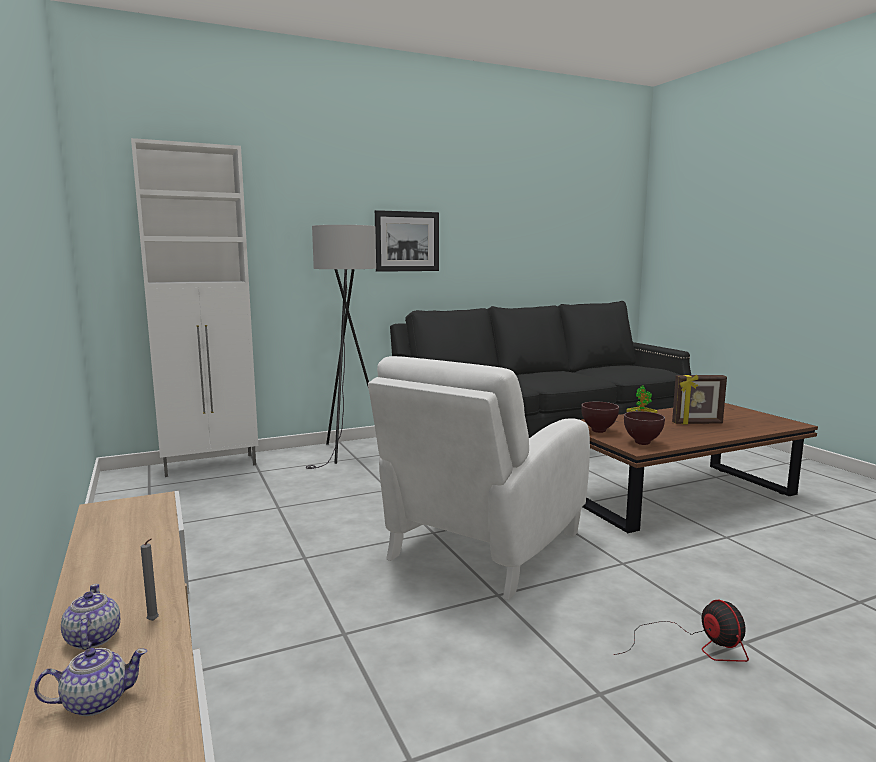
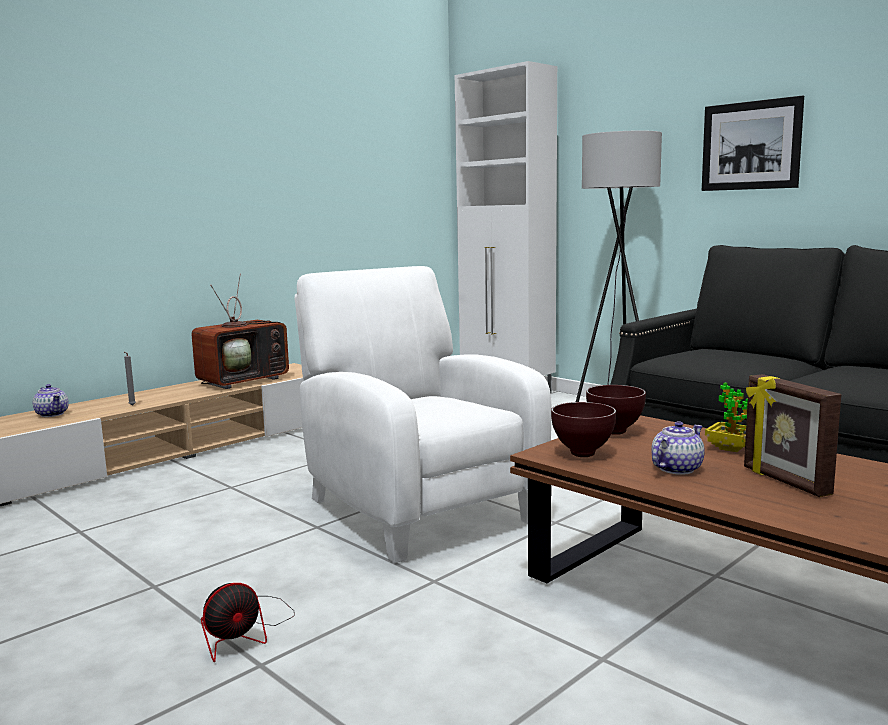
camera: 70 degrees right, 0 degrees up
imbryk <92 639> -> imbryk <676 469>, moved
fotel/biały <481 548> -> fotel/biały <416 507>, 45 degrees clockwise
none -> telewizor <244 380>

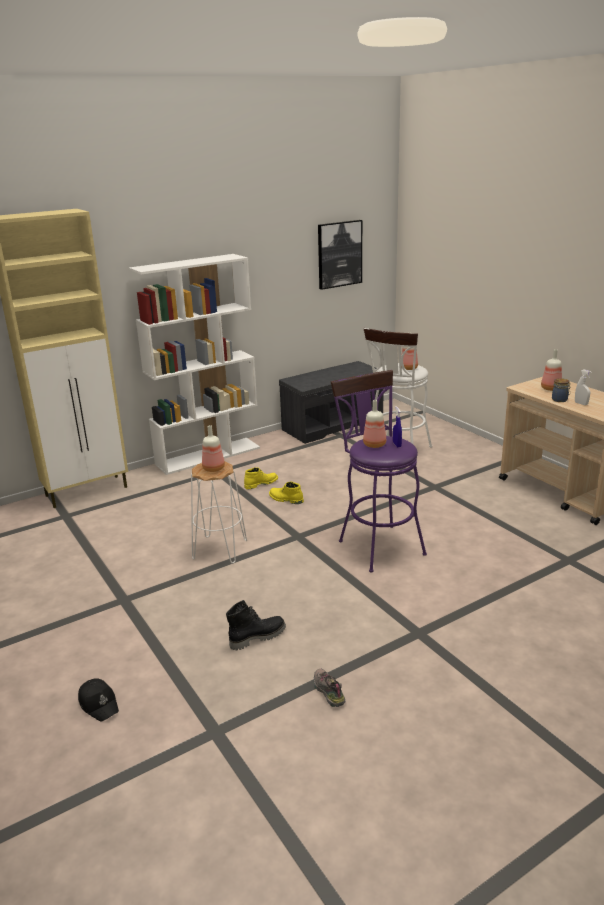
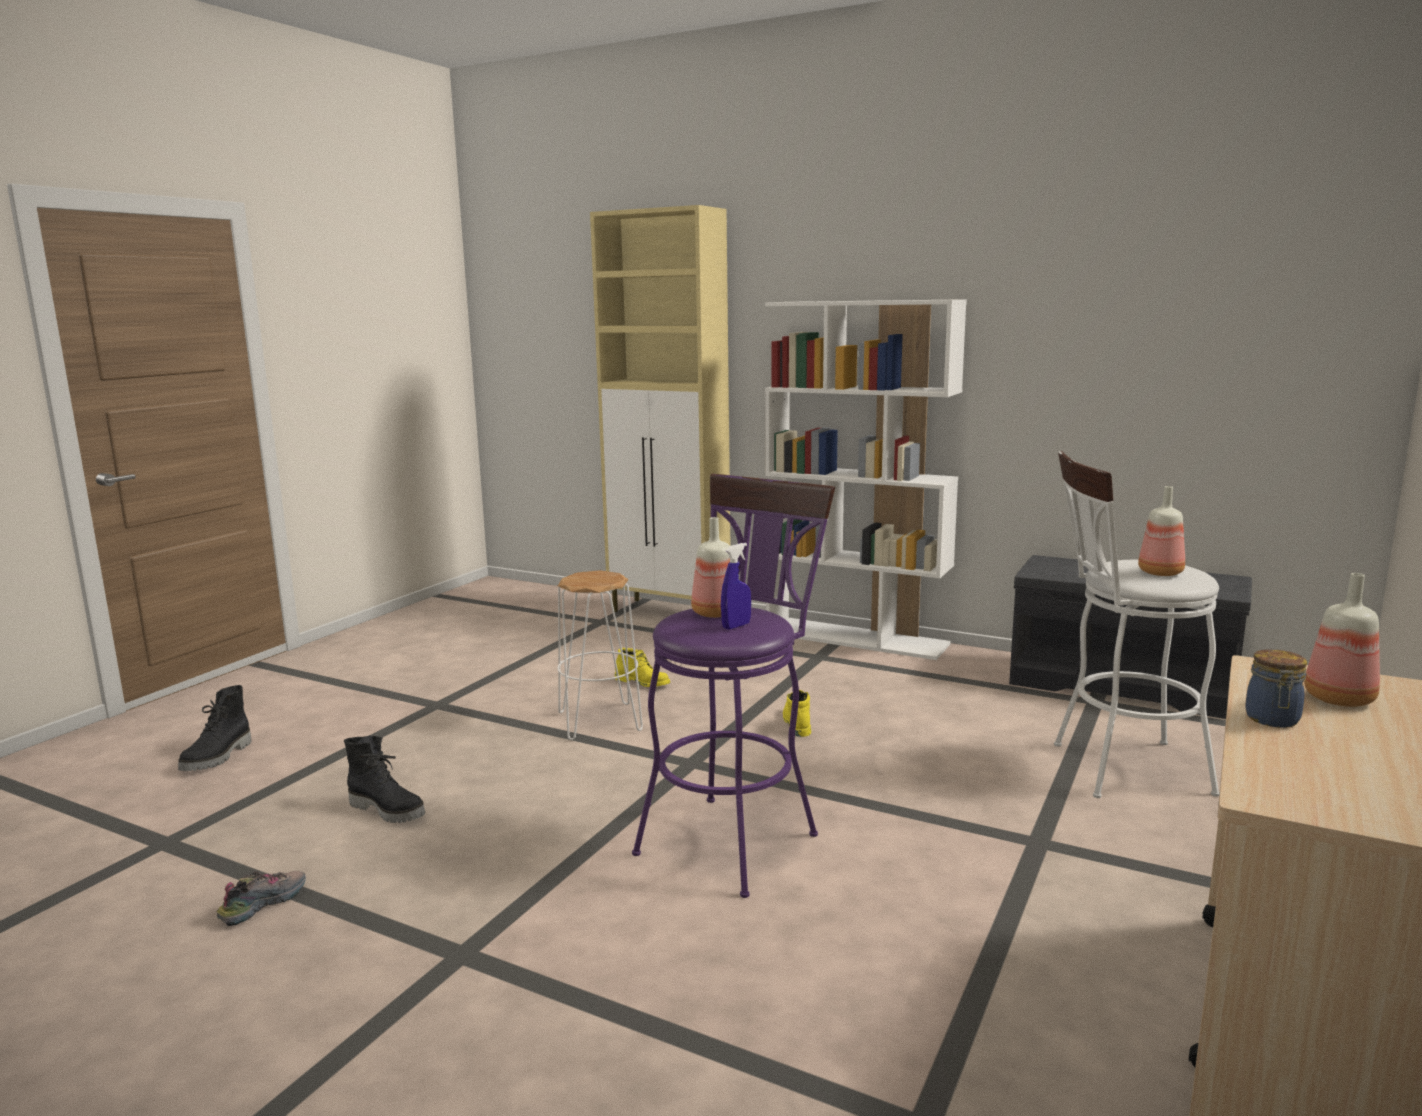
camera: 60 degrees right, 10 degrees down
czapka z daszkiem/czarny <99 703> -> but z cholewką/czarny <218 757>
butelka <213 468> -> none
but z cholewką/żółty <261 483> -> but z cholewką/żółty <643 682>, moved
obraz <339 254> -> none
spryskiwacz/biały <581 403> -> none

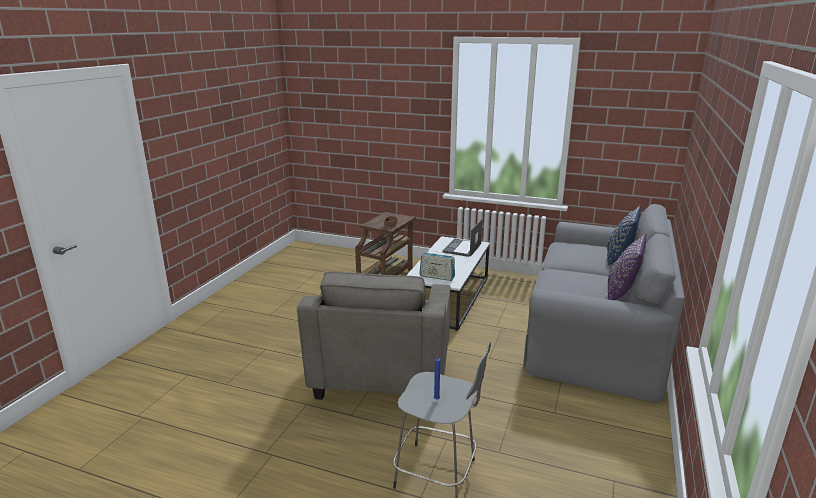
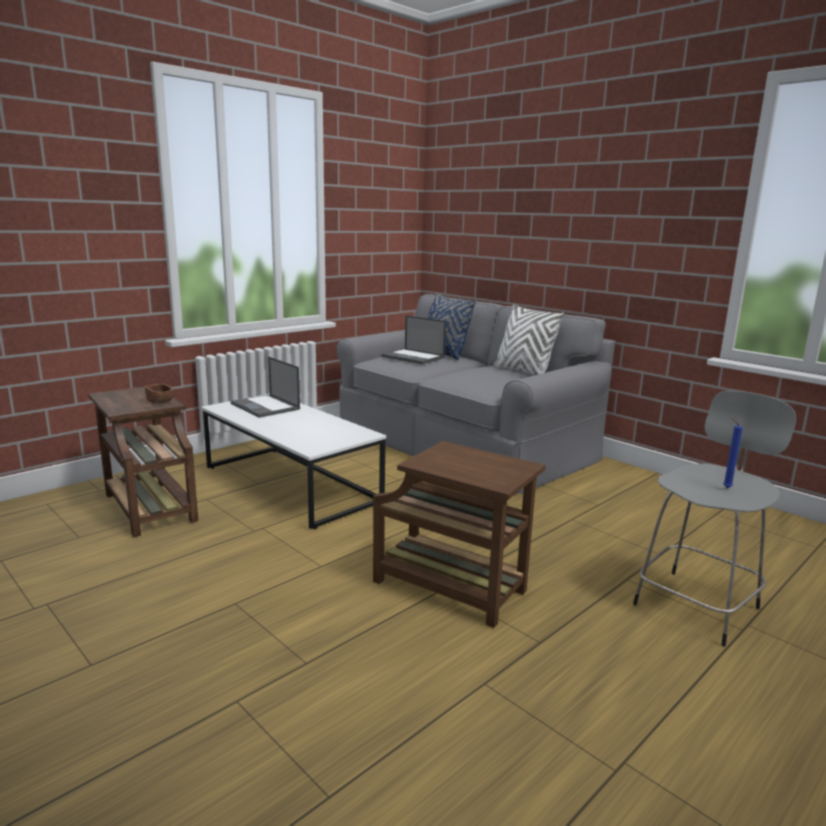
camera: 65 degrees left, 5 degrees down
fotel/szary <381 377> -> stolik/brązowy <453 589>
radio <437 277> -> none
poduszka/fioletowy <621 293> -> poduszka/biały <523 372>
none -> laptop <414 357>

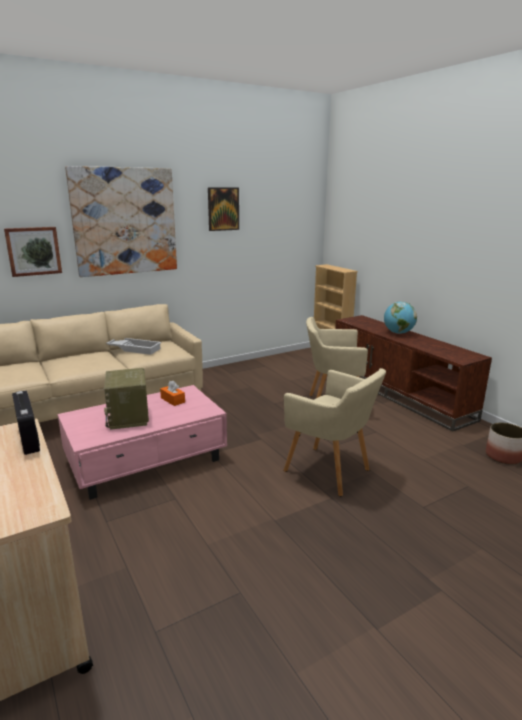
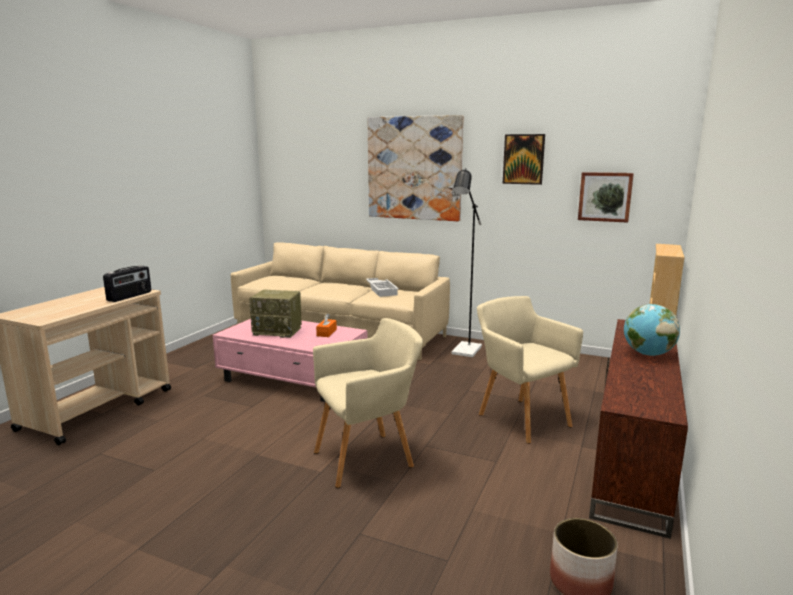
camera: 55 degrees right, 5 degrees down
obraz <33 251> -> obraz <605 196>, moved
radio <129 417> -> radio <278 331>, 120 degrees counterclockwise
fotel/beżowy <330 472> -> fotel/beżowy <368 458>, 120 degrees counterclockwise
none -> lampa stojąca/czarny <465 352>

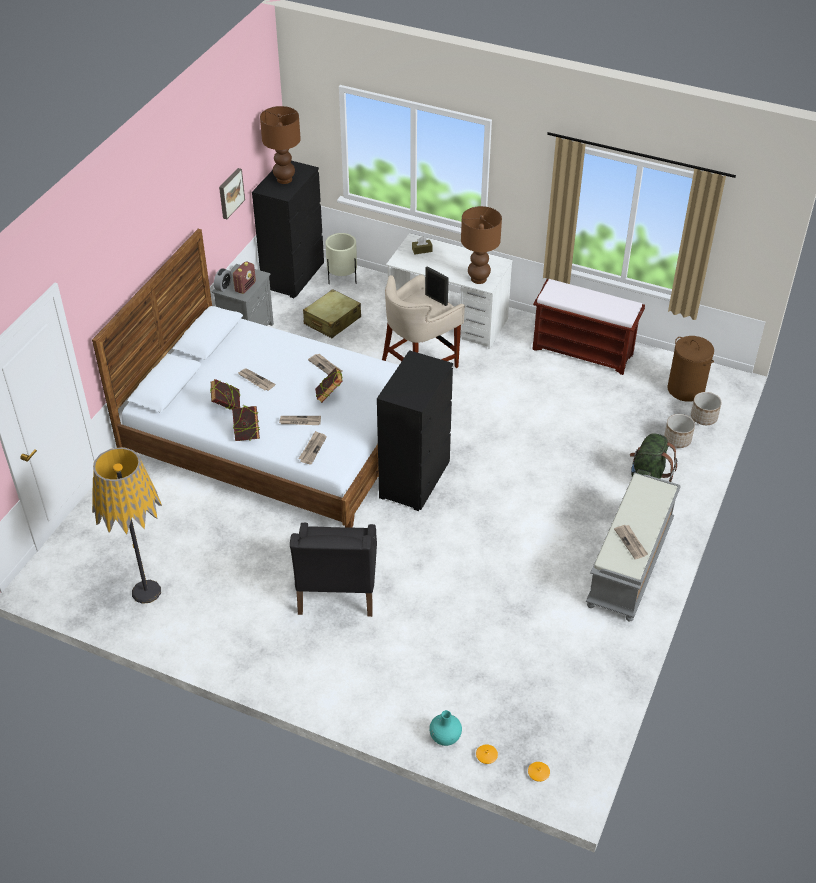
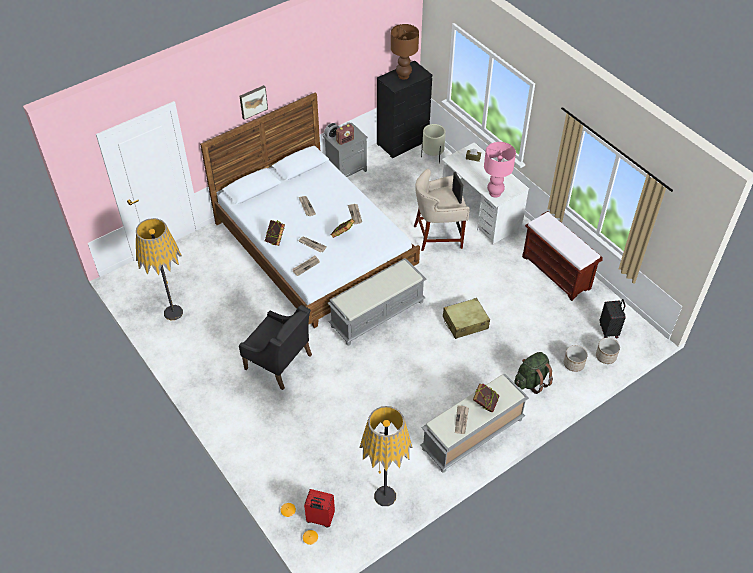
camera: 30 degrees right, 5 degrees up
książka <226 406> -> książka <485 404>, moved
obraz <230 193> -> obraz <253 101>, moved
fotel/czarny <336 589> -> fotel/czarny <279 362>, 90 degrees counterclockwise
walizka/beżowy <332 321> -> walizka/beżowy <465 323>, moved
komoda/czarny <415 479> -> ławka/szary <377 313>
wazon/turkusowy <445 737> -> none
lampa stołowa/brązowy <478 279> -> lampa stołowa/różowy <495 193>
kosz na pranie/brązowy <686 389> -> walizka/czarny <609 330>
none -> walizka/czerwony <320 519>
none -> lampa stojąca <385 496>

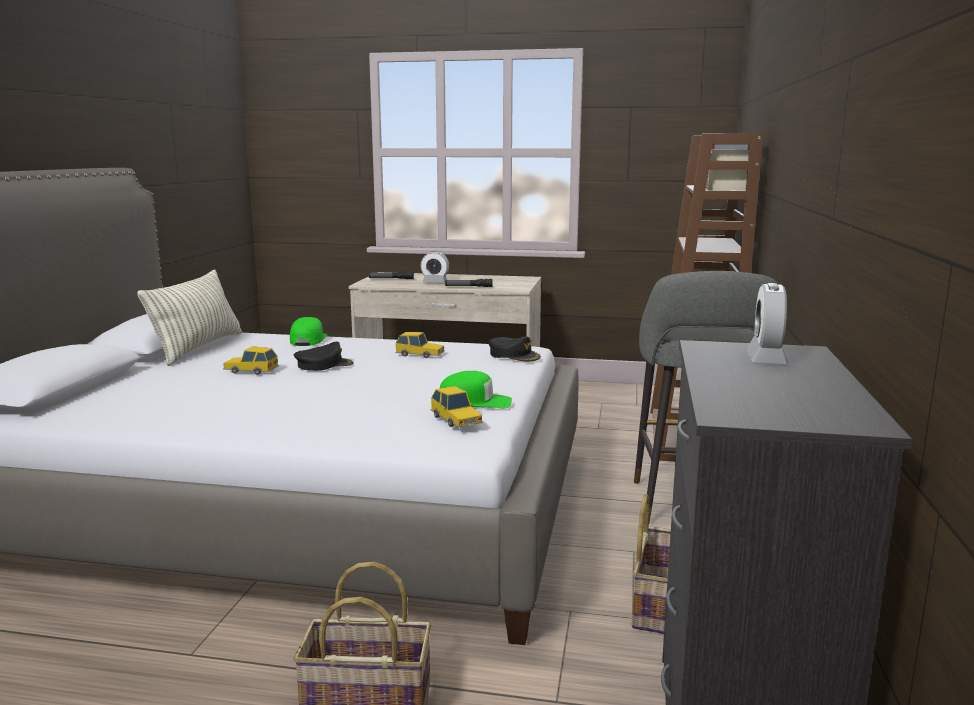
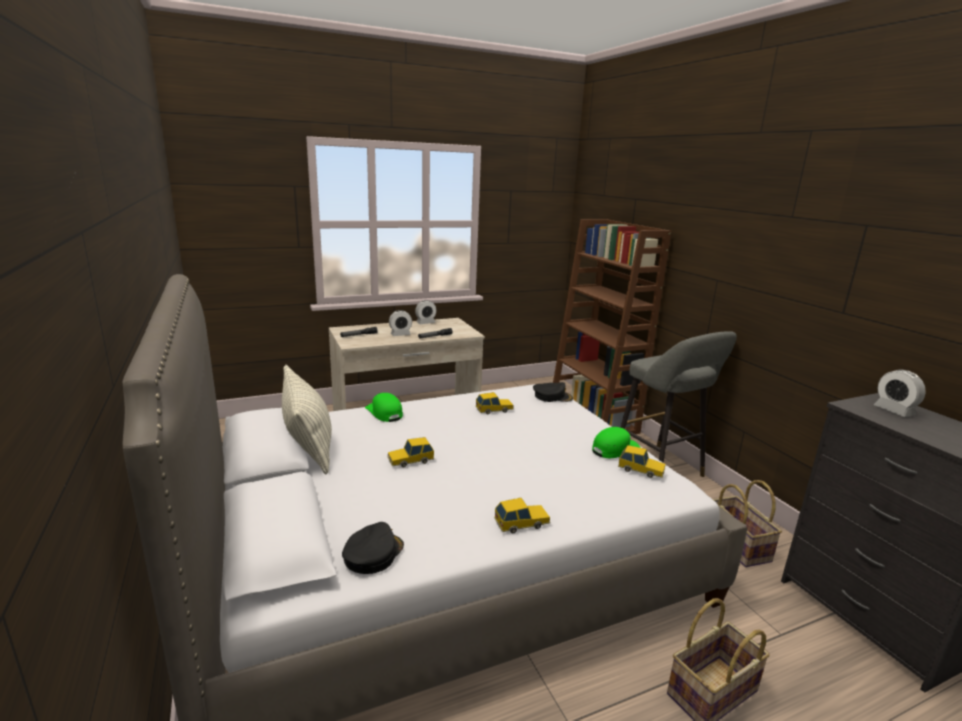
camera: 35 degrees left, 5 degrees up
czapka z daszkiem/czarny <324 365> -> czapka z daszkiem/czarny <373 554>, moved
none -> budzik <425 323>
none -> samochodzik <521 523>

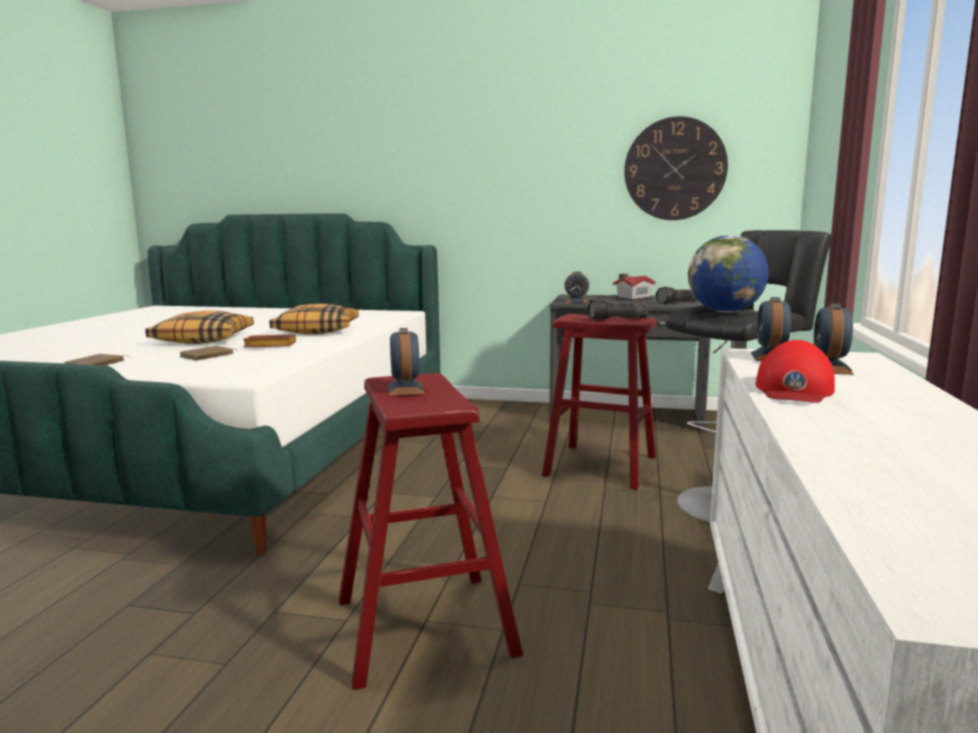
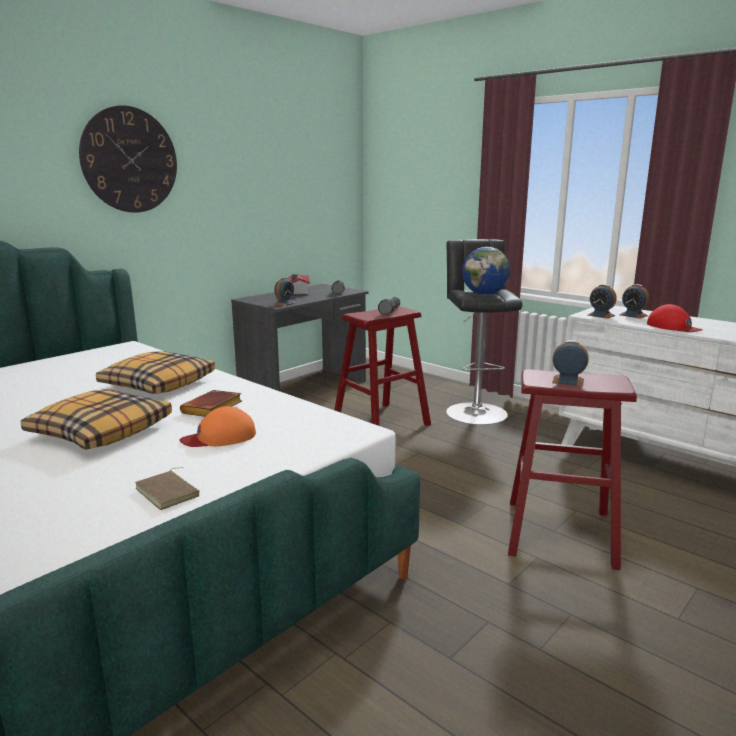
camera: 60 degrees left, 5 degrees up
książka/brązowy <207 356> -> czapka z daszkiem/pomarańczowy <220 437>
zegar ścienny <675 169> -> zegar ścienny <130 160>, moved

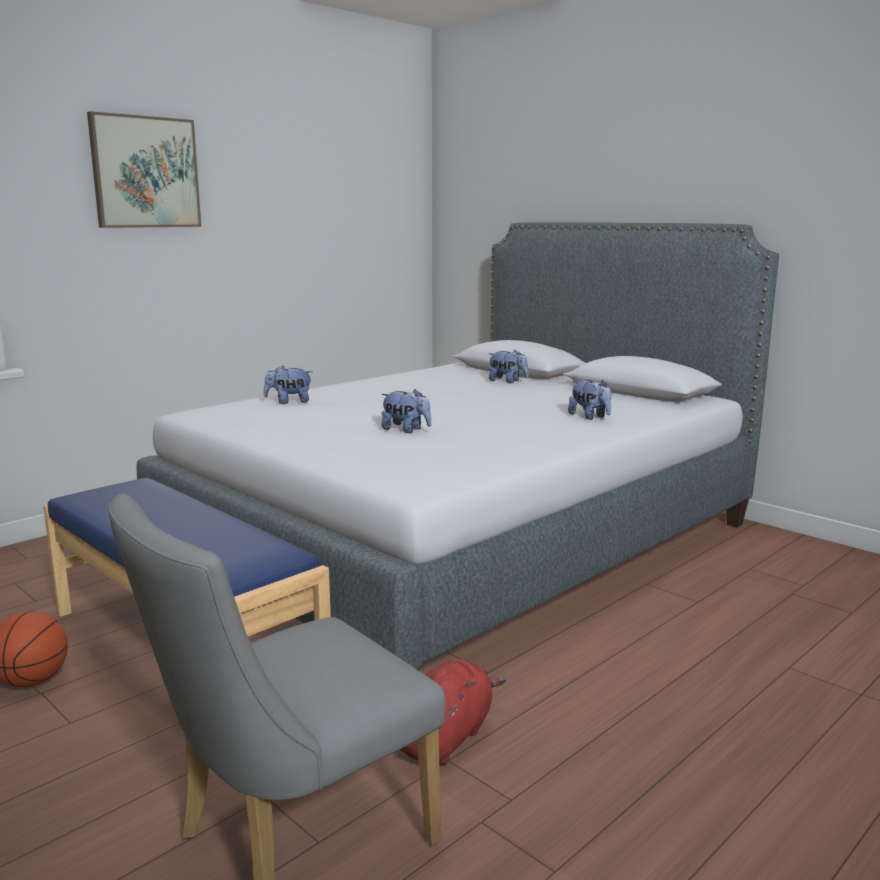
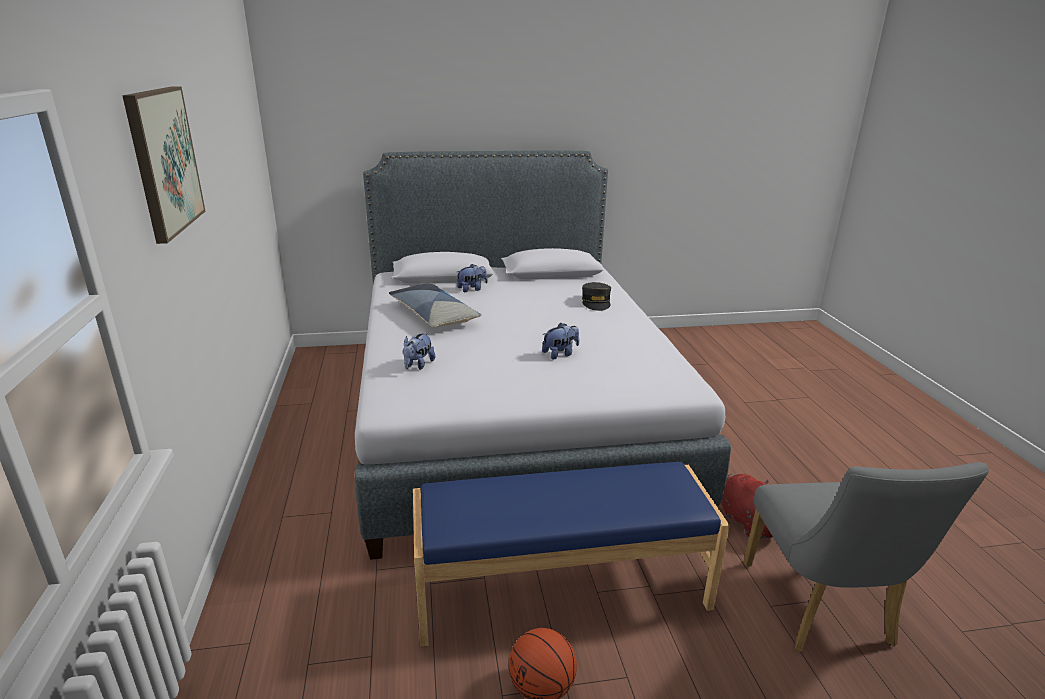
camera: 55 degrees left, 10 degrees up
pluszak <590 417> -> czapka z daszkiem/szary <596 303>
none -> poduszka <433 315>

